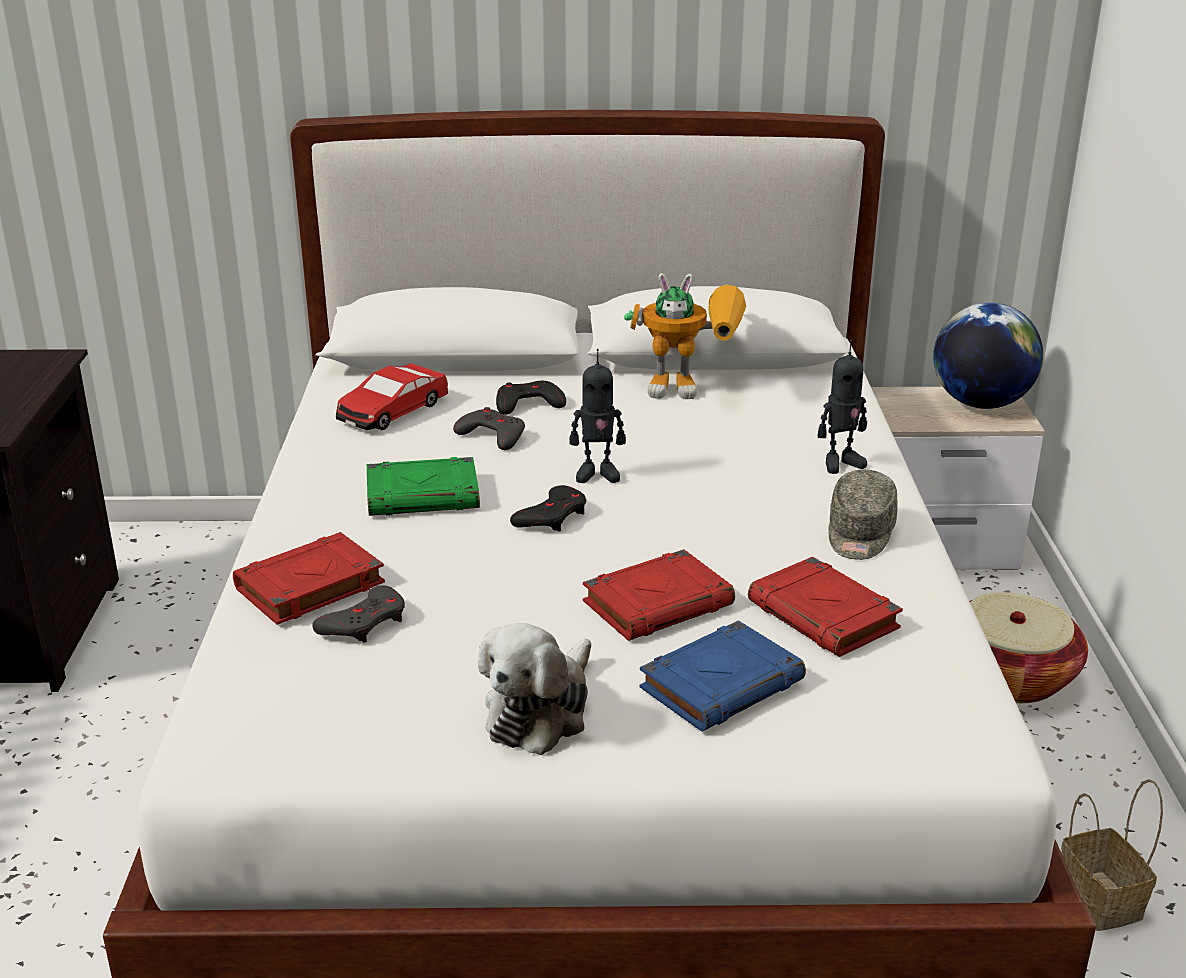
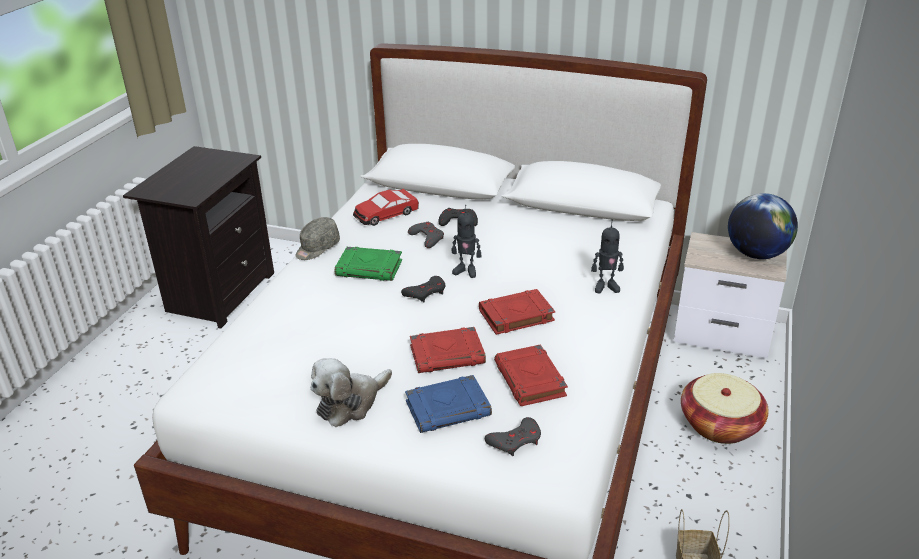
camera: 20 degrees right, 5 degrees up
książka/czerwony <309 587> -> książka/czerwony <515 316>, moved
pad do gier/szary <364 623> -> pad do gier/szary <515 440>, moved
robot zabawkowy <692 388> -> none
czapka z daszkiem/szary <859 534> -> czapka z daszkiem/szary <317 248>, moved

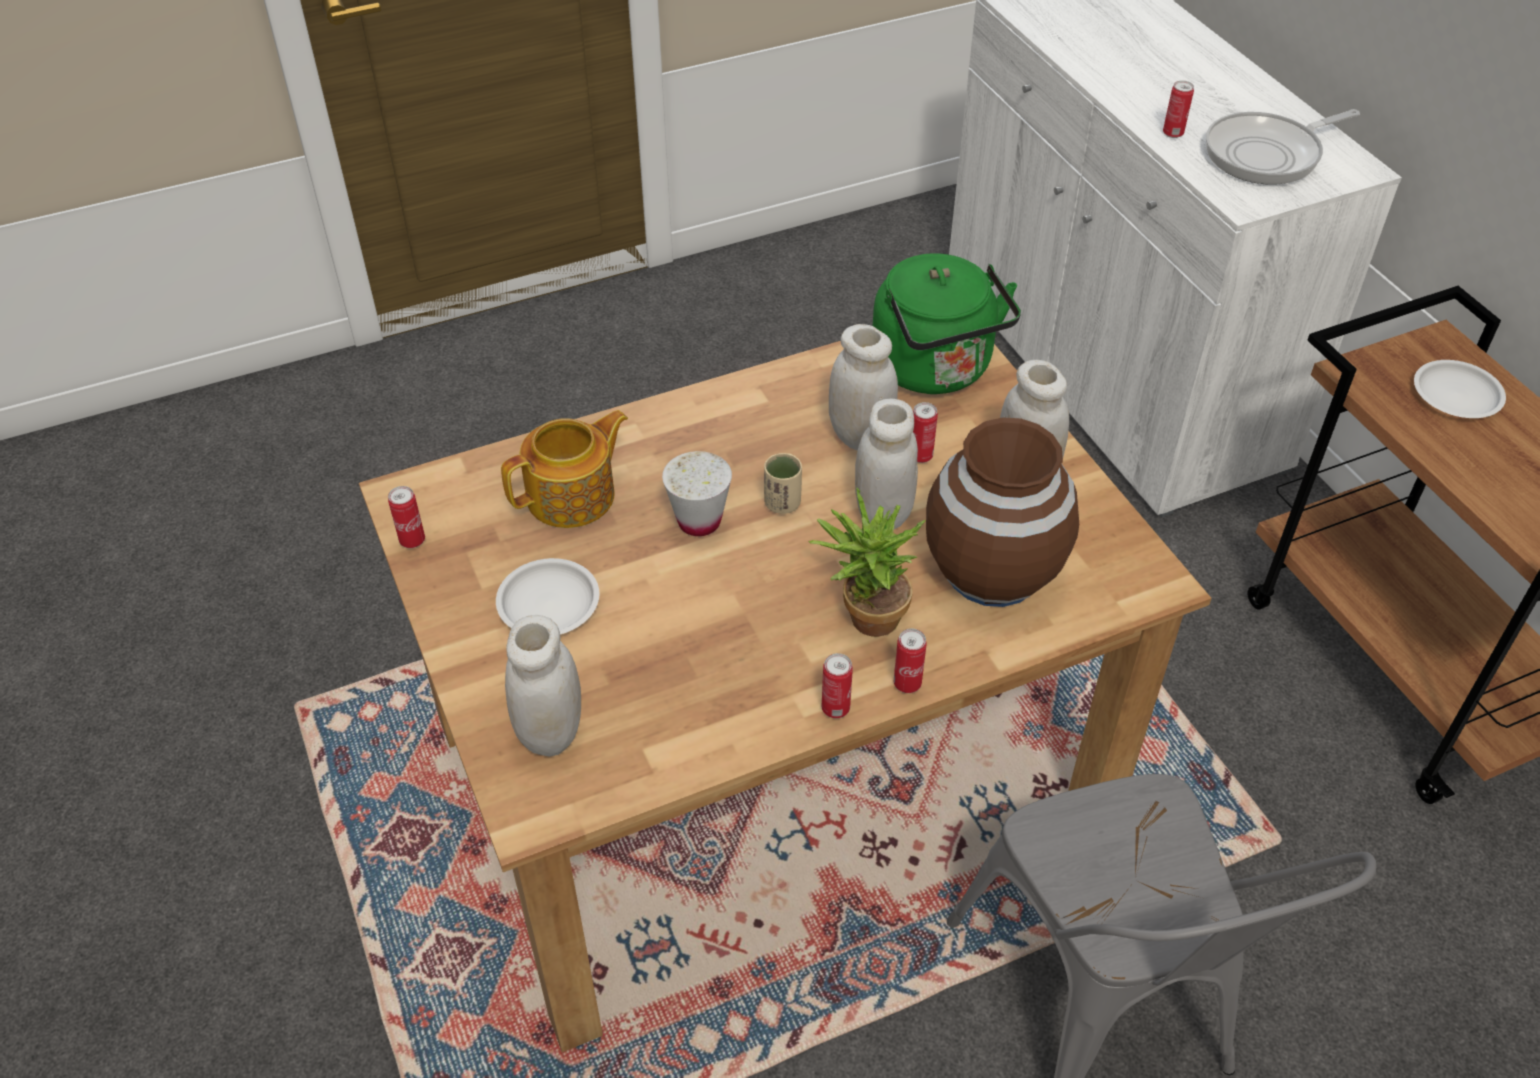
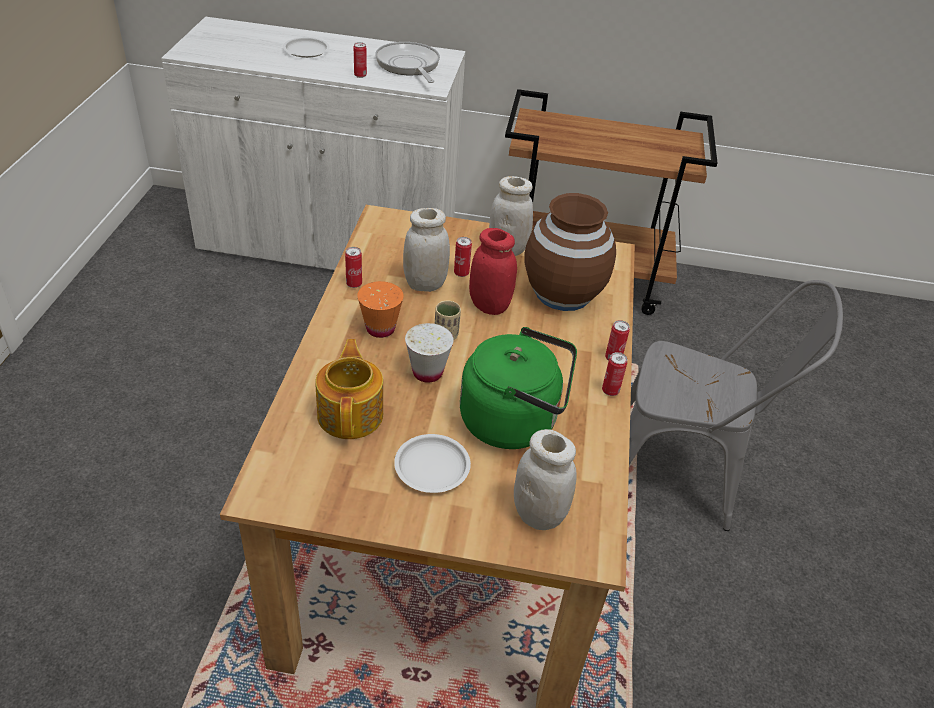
camera: 60 degrees left, 5 degrees down
puszka <412 540> -> puszka <354 284>, moved
roślina doniczkowa <864 619> -> none
słoik/biały <883 513> -> słoik/czerwony <489 306>
czajnik/zielony <936 370> -> czajnik/zielony <514 421>, moved
patelnia <1268 154> -> patelnia <408 65>, 150 degrees clockwise
talerz/biały <1456 395> -> talerz/biały <306 51>, moved
none -> filiżanka/pomarańczowy <380 329>

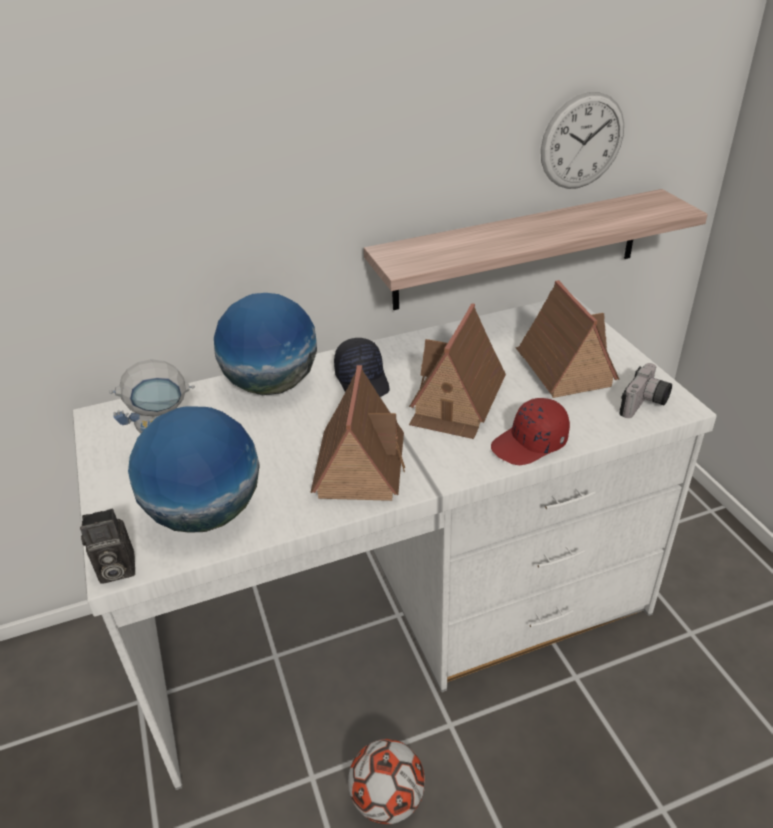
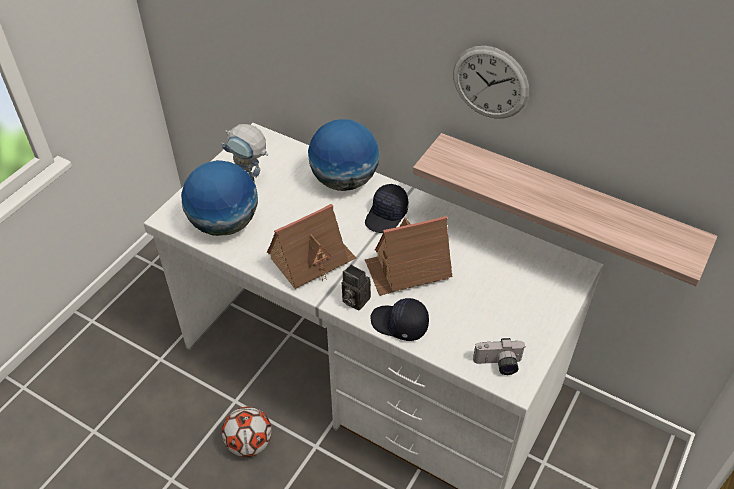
camera: 50 degrees right, 10 degrees up
aparat fotograficzny <115 570> -> aparat fotograficzny <354 300>, moved
czapka z daszkiem/czerwony <530 444> -> czapka z daszkiem/czarny <399 324>
domek <562 368> -> none
zegar ścienny <582 141> -> zegar ścienny <490 82>, moved

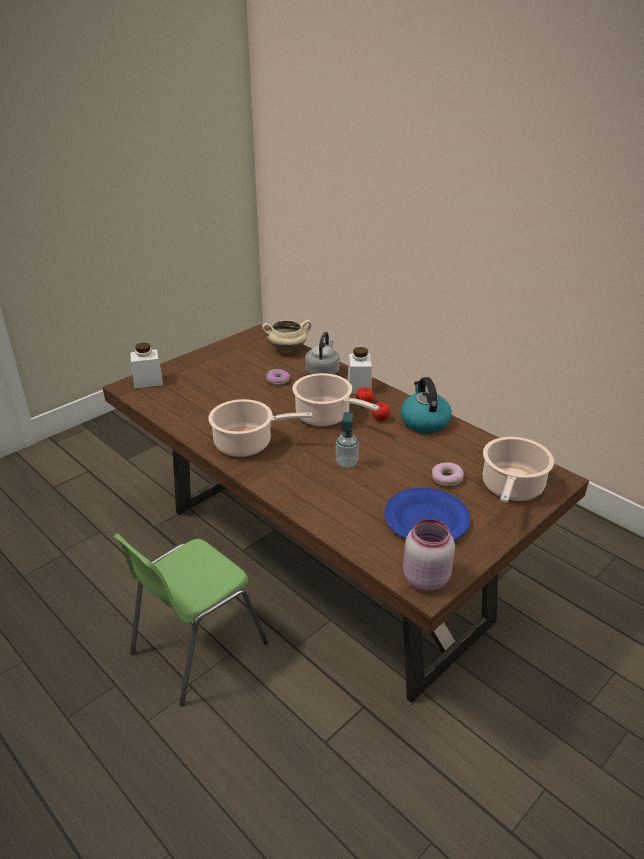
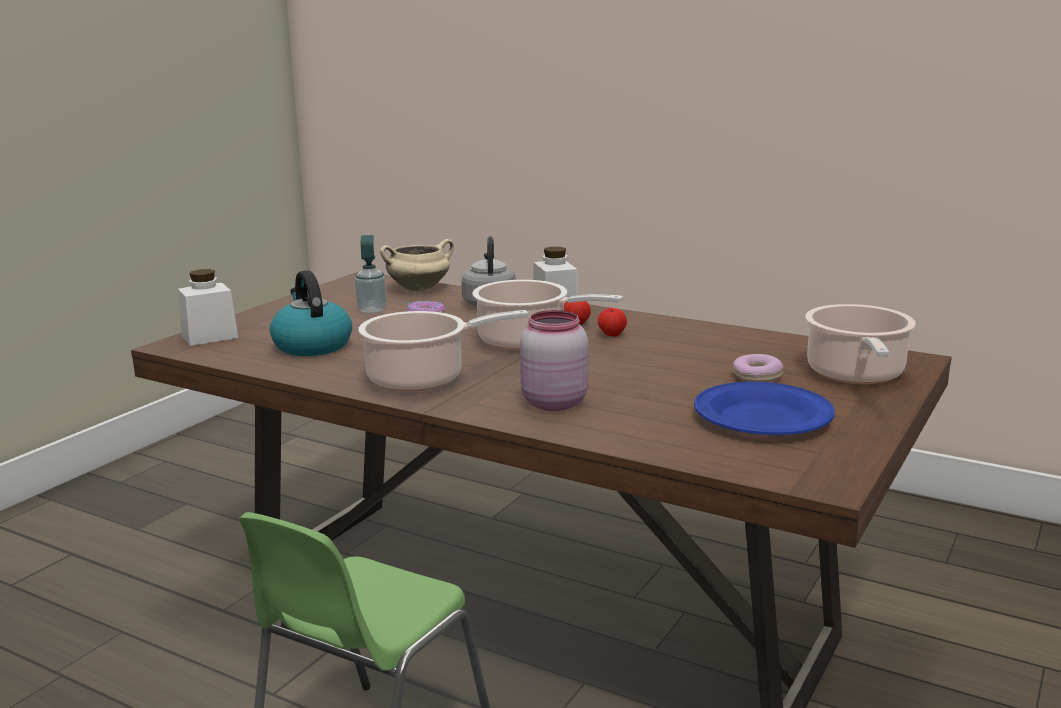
camera: 15 degrees left, 15 degrees down
dozownik mydła <346 463> -> dozownik mydła <372 310>, moved
czajnik <424 421> -> czajnik <311 345>, moved
słoik/różowy <424 578> -> słoik/różowy <552 403>, moved

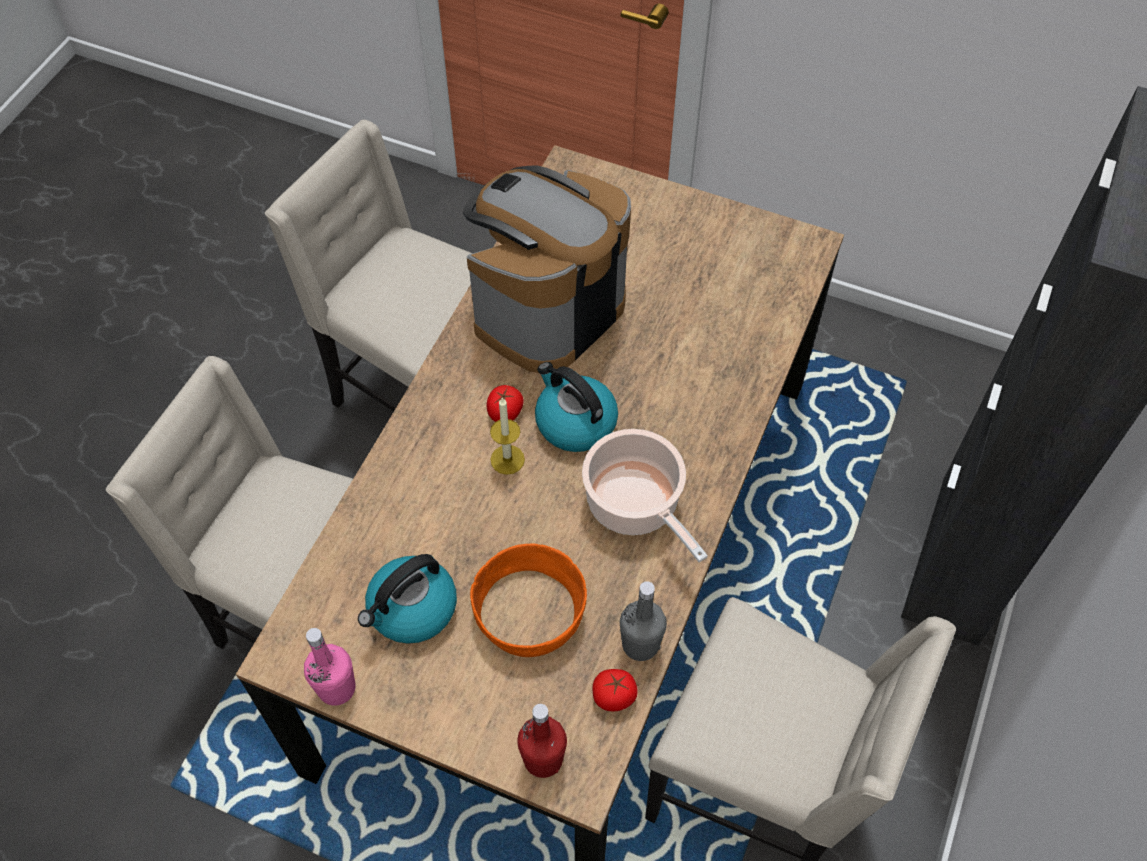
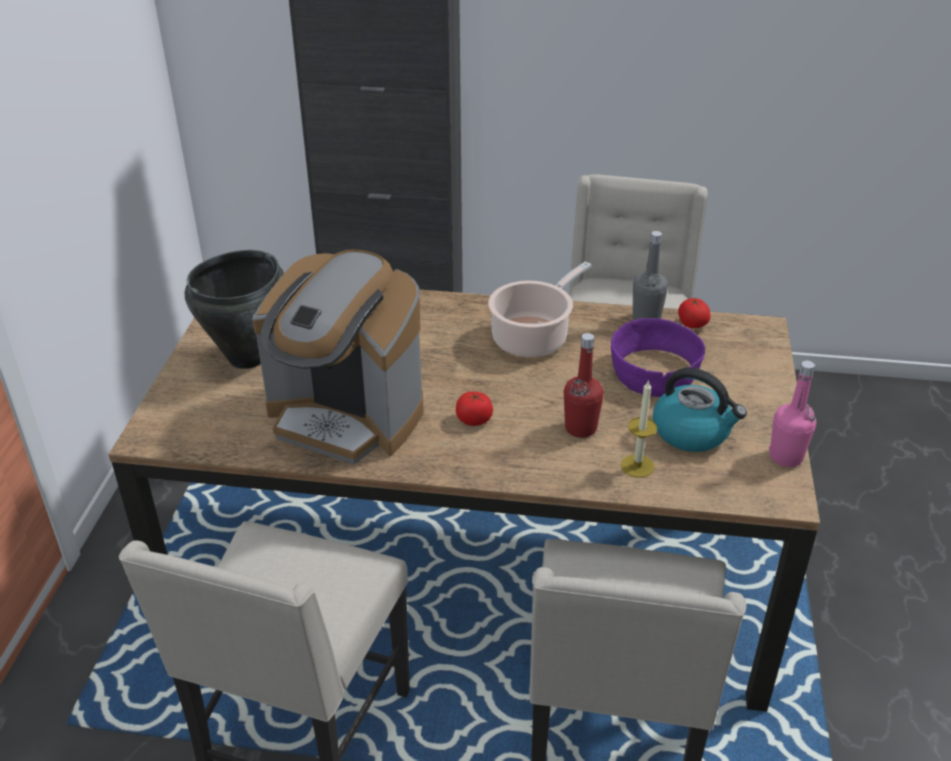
camera: 105 degrees left, 20 degrees down
miska/pomarańczowy <531 611> -> miska/fioletowy <653 371>
świeca <507 459> -> świeca <637 466>, moved
butelka/czerwony <543 759> -> butelka/czerwony <580 428>, moved
czajnik <574 422> -> none
none -> garnek/czarny <248 358>

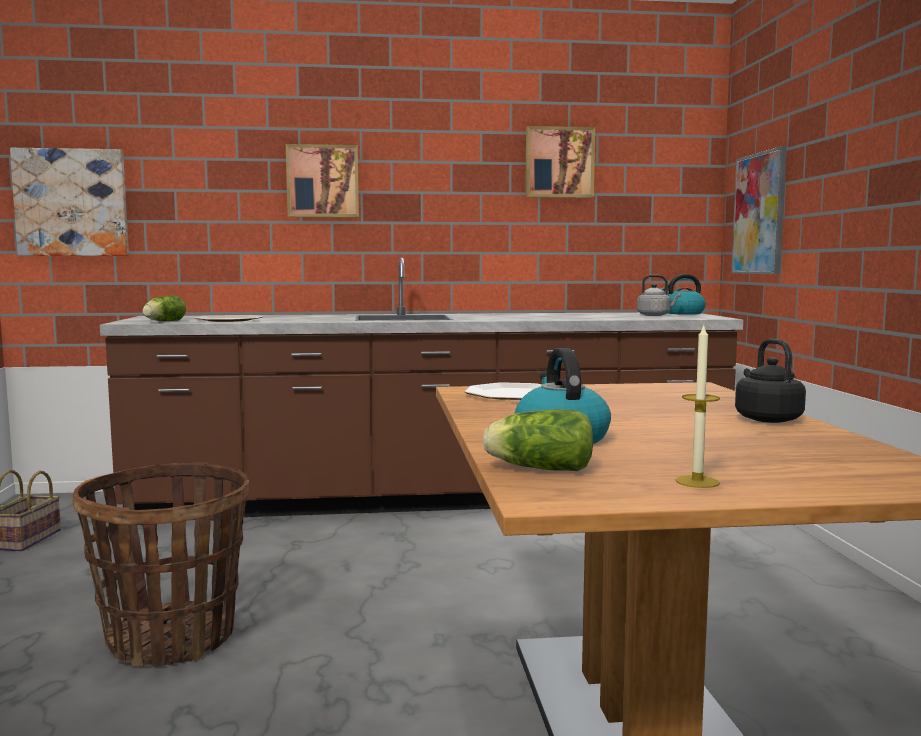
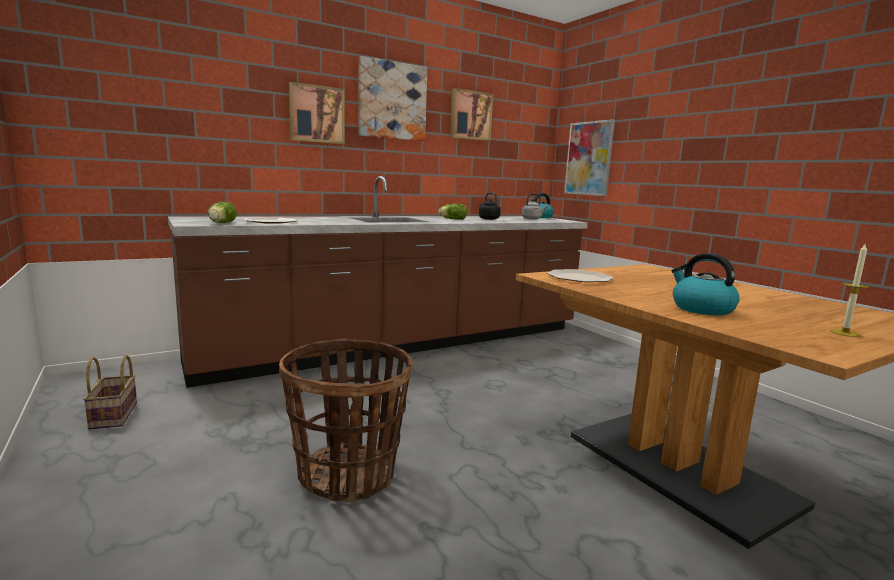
camera: 25 degrees left, 5 degrees up
obraz <72 203> -> obraz <392 101>, moved
sałata <537 468> -> sałata <452 219>, moved
czajnik/czarny <766 419> -> czajnik/czarny <488 219>, moved

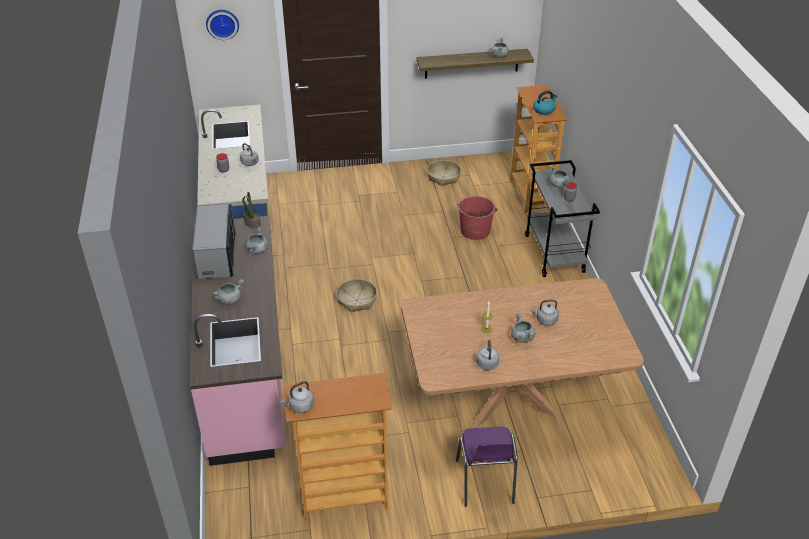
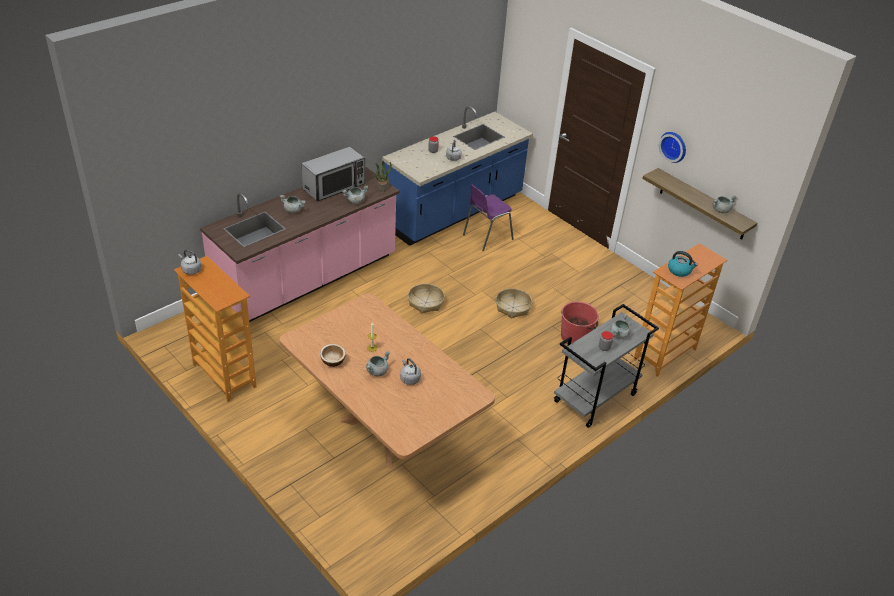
camera: 55 degrees right, 0 degrees up
zegar ścienny <222 23> -> zegar ścienny <674 146>, moved
koszyk <443 177> -> koszyk <512 307>, moved
krzesło/fioletowy <485 483> -> krzesło/fioletowy <486 237>, moved
czajnik/szary <487 362> -> miska <332 361>

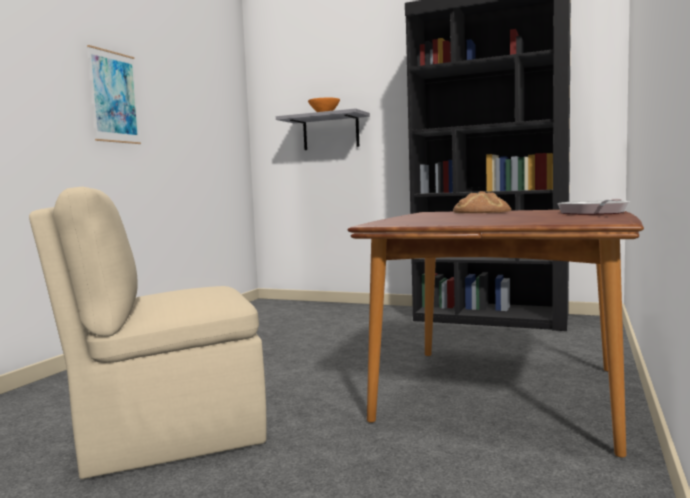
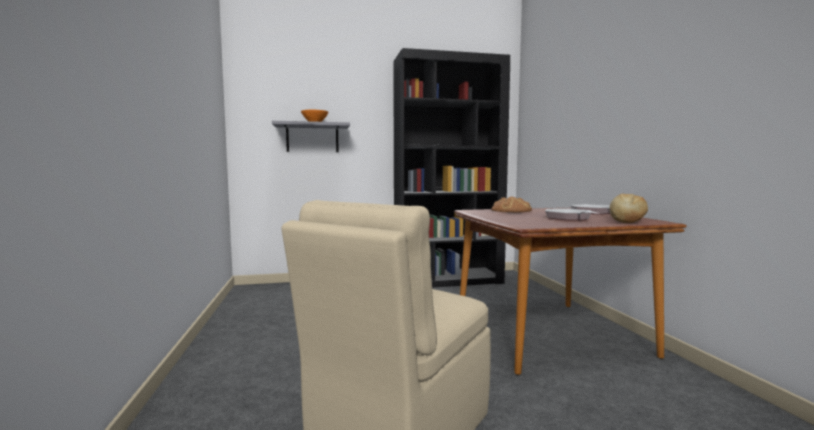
camera: 35 degrees left, 0 degrees up
obraz <114 97> -> none
none -> patelnia <570 218>
none -> chleb <626 221>

